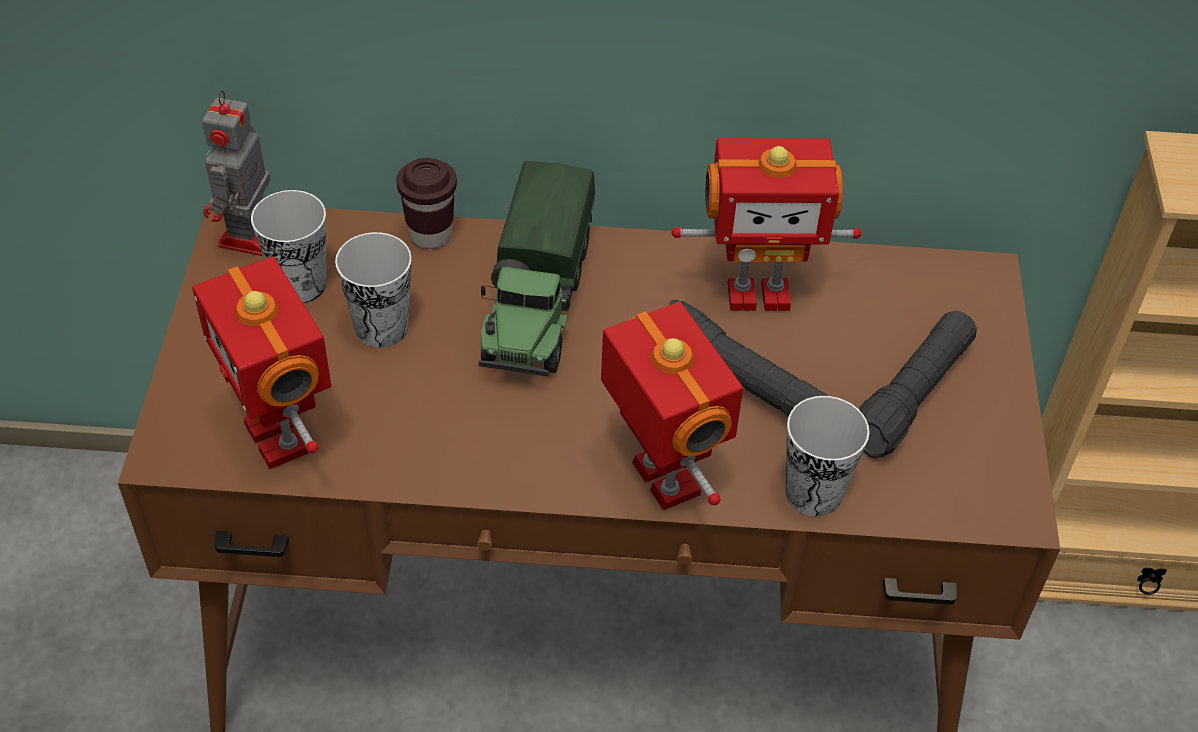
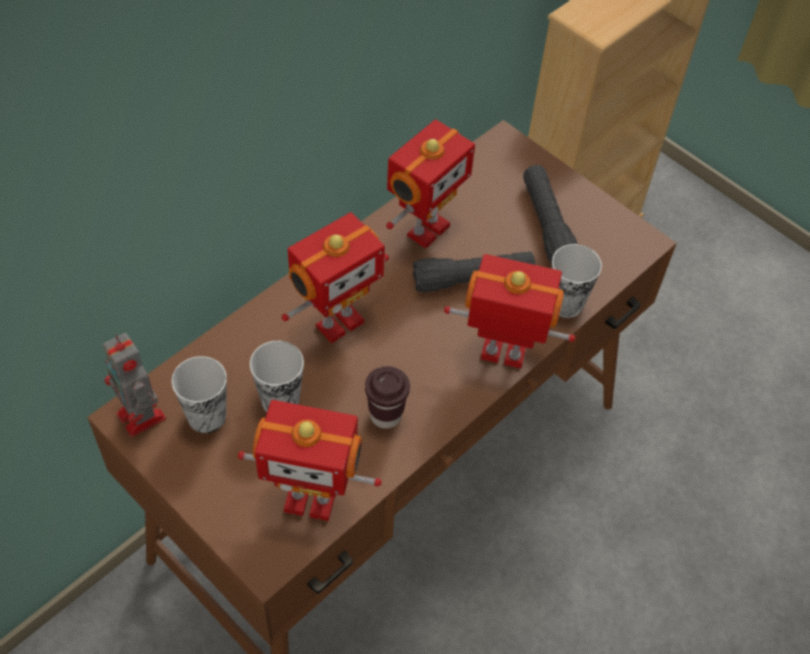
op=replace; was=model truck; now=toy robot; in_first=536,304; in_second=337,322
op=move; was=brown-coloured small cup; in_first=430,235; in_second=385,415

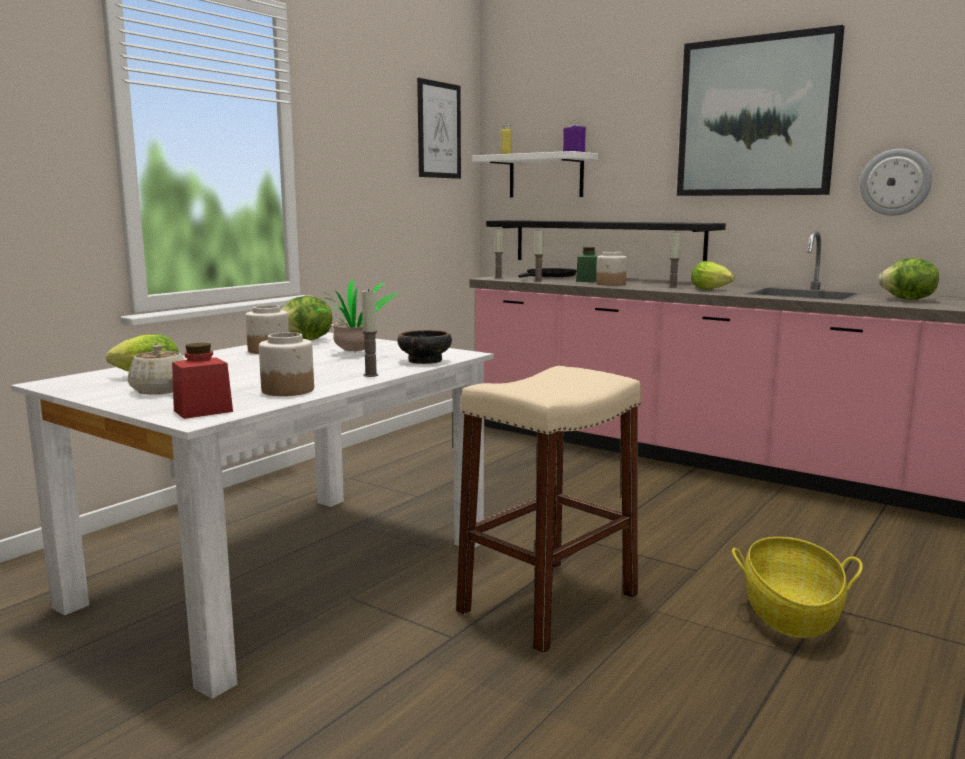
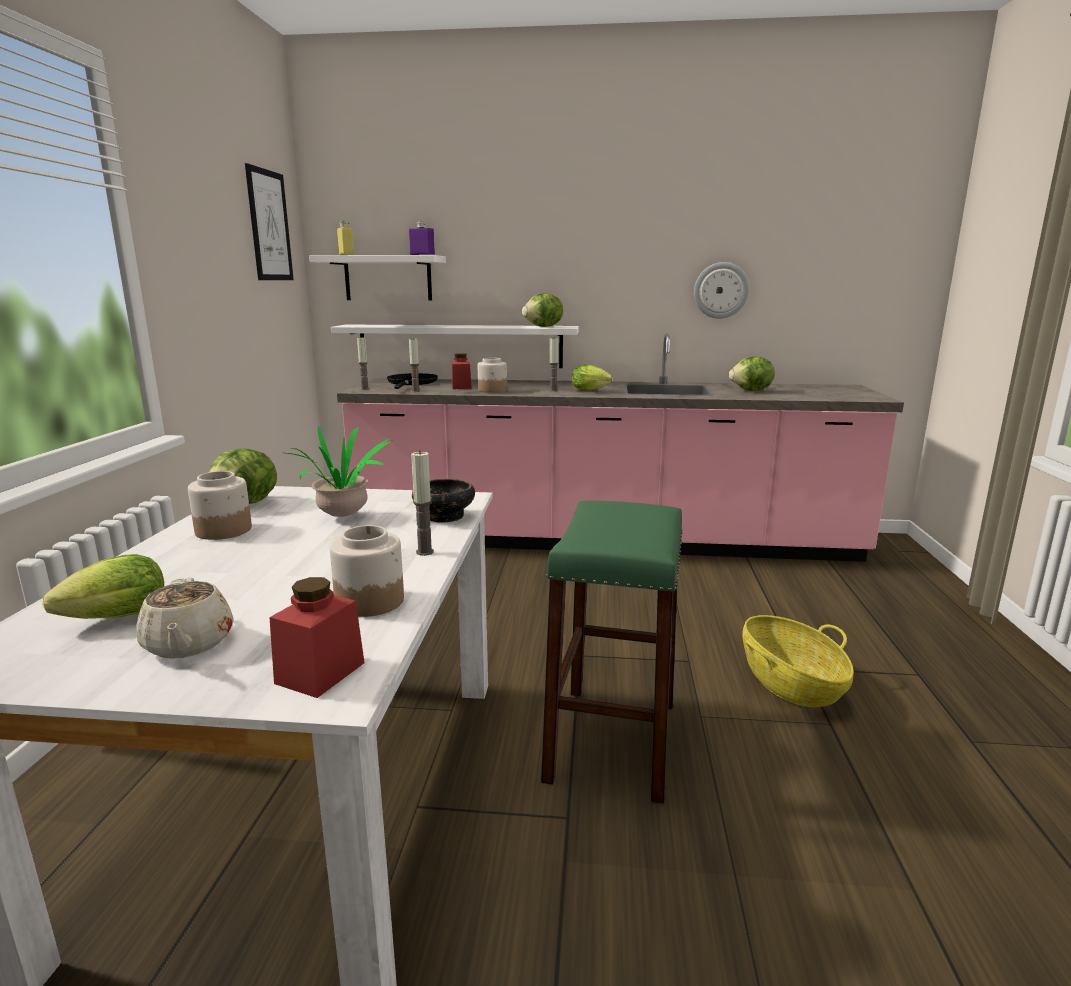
op=rotate; was=beige pot for tea; in_first=161,391; in_second=188,644; clockwise=60
op=recolor; was=black-coloured shelf; now=white-coloured shelf; in_first=606,242; in_second=460,346
op=recolor; was=green-coloured jar; now=red-coloured jar; in_first=588,281; in_second=461,387
op=insert; now=head of lettuce; in_second=544,327
op=recolor; was=beige stool; now=green-coloured stool; in_first=548,603; in_second=612,741
op=delete; was=wall picture; in_first=755,117

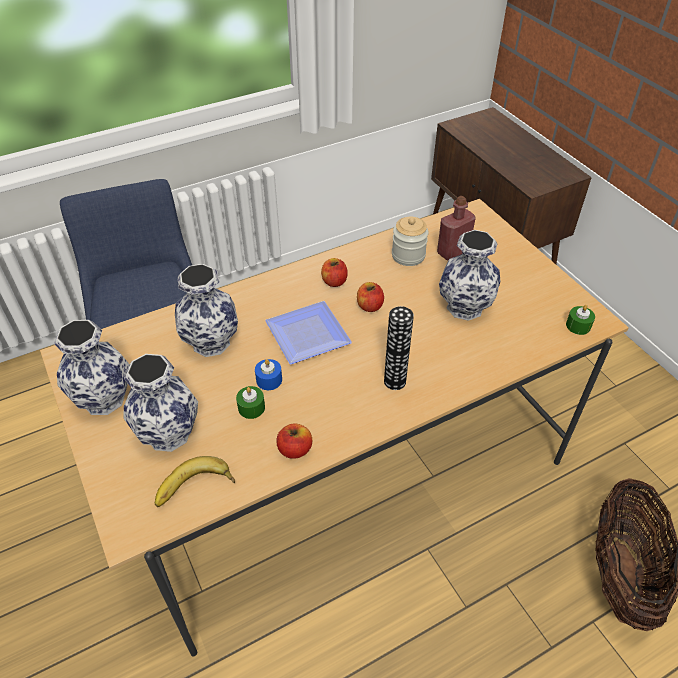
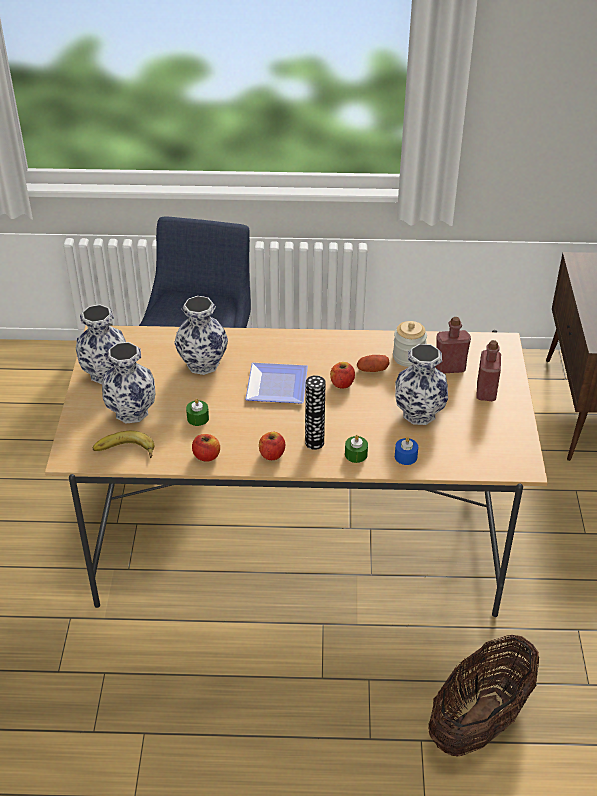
op=move; was=whole apple; in_first=334,281; in_second=272,454
op=move; was=green-coloured candle; in_first=578,326; in_second=356,454
op=insert; now=whole potato; in_second=372,369
op=move; was=bluish candle; in_first=269,380; in_second=405,456
op=insert; now=red-coloured beverage bottle; in_second=486,392

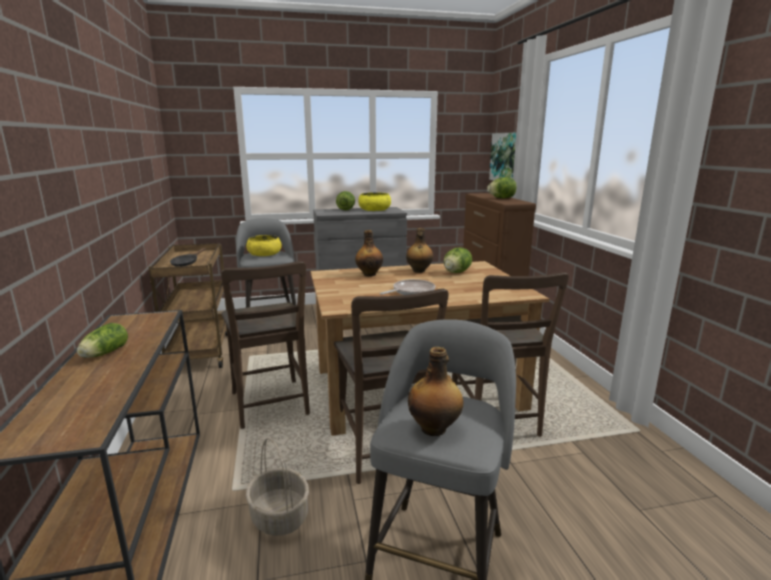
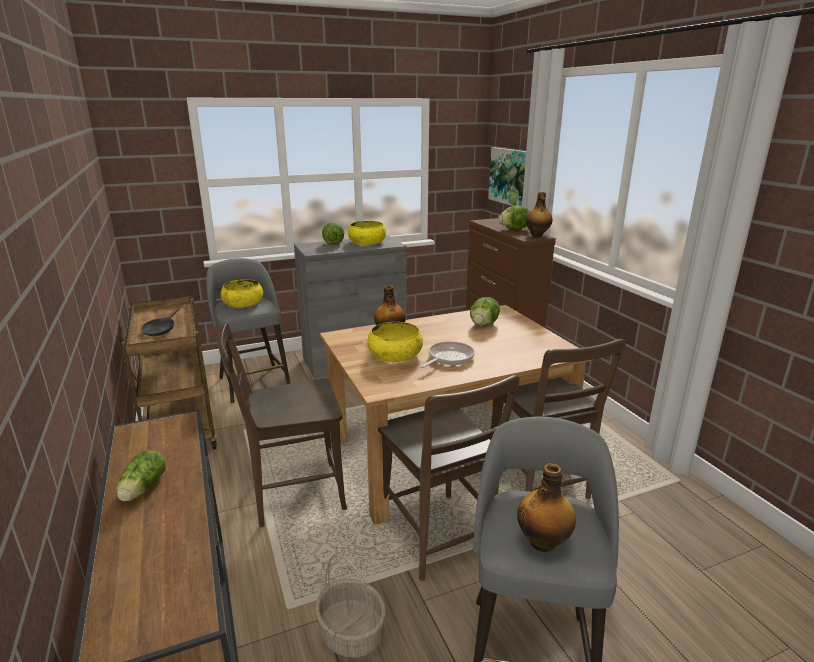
op=rotate; was=brown-coloured plain chair; in_first=270,406; in_second=292,494; clockwise=105
op=insert; now=yellow serving bowl; in_second=395,354
op=move; was=beverage bottle; in_first=419,271; in_second=537,235

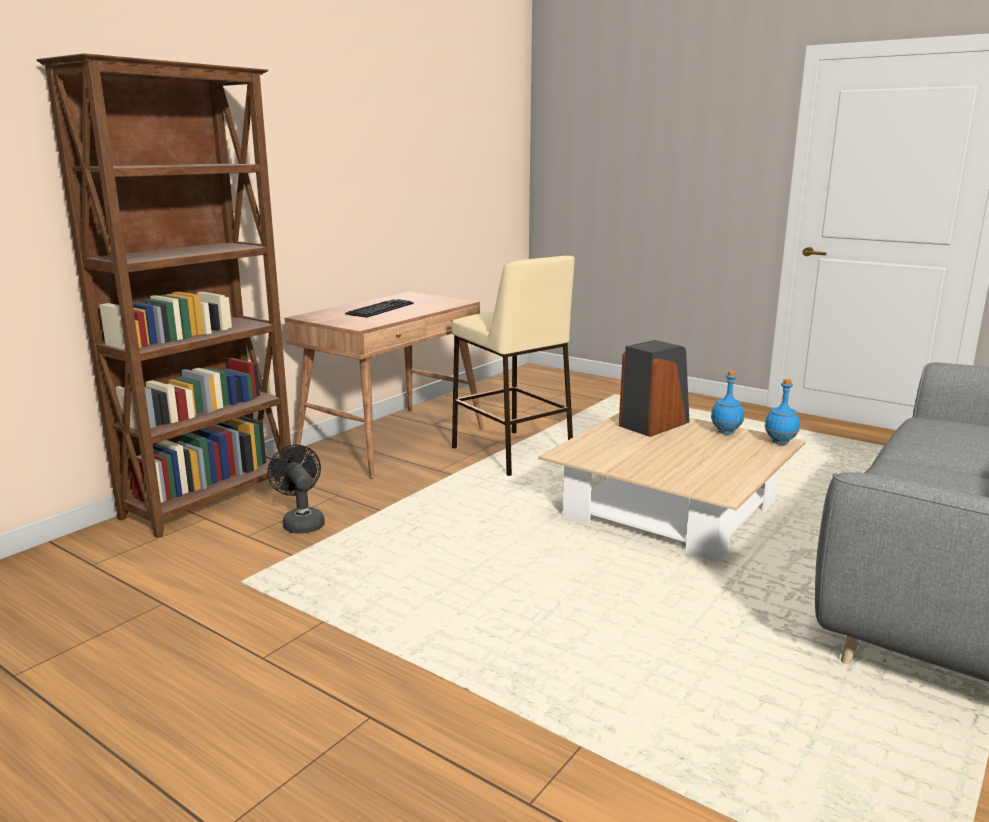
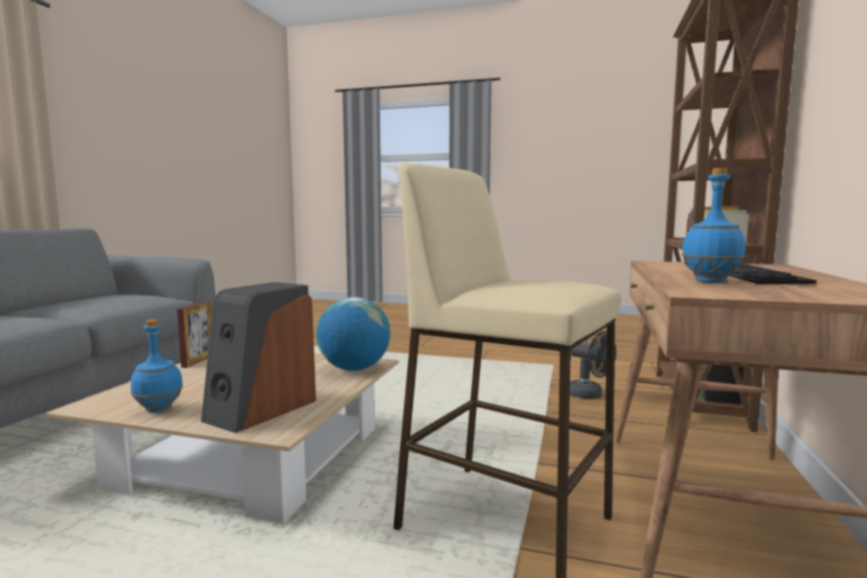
op=insert; now=picture frame; in_second=198,361
op=insert; now=desk globe; in_second=354,368
op=move; was=bluish beverage bottle; in_first=779,442; in_second=711,282

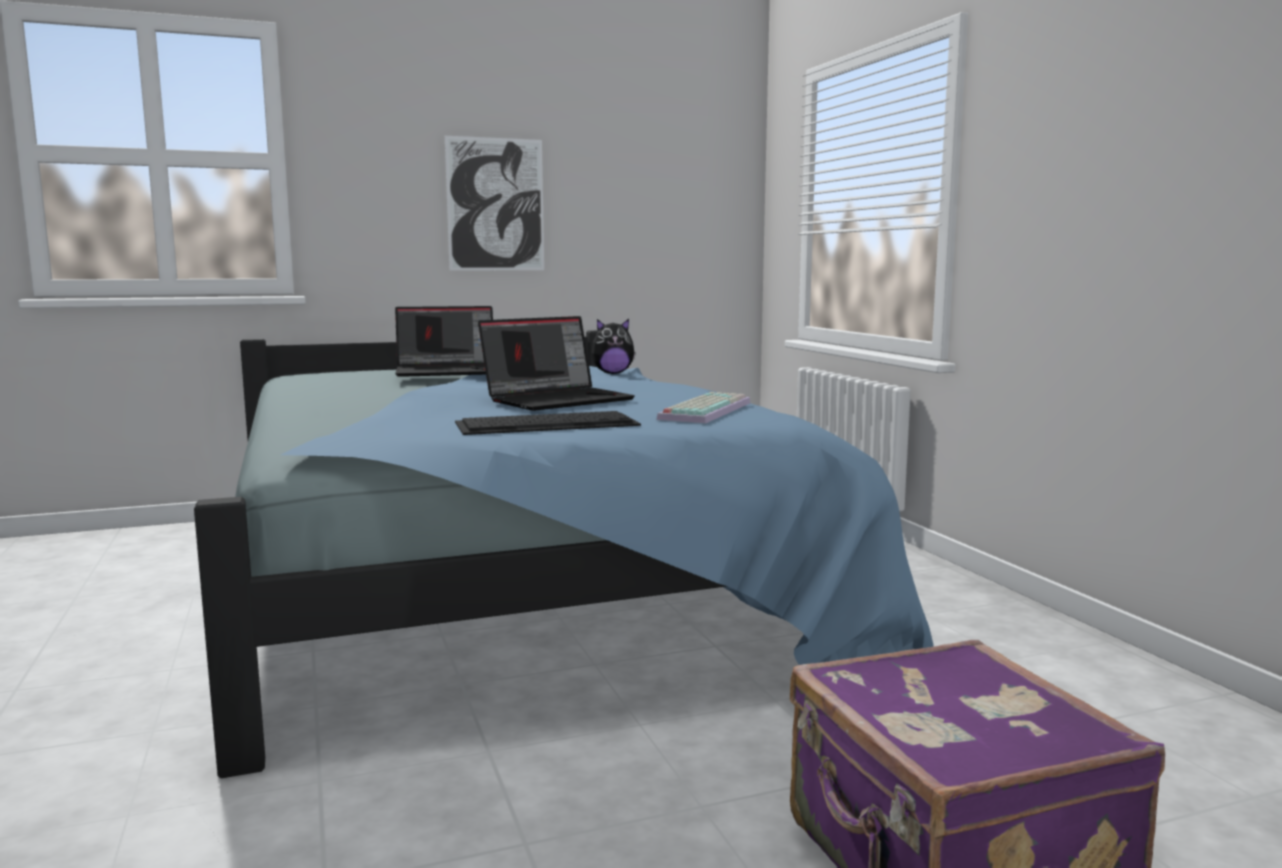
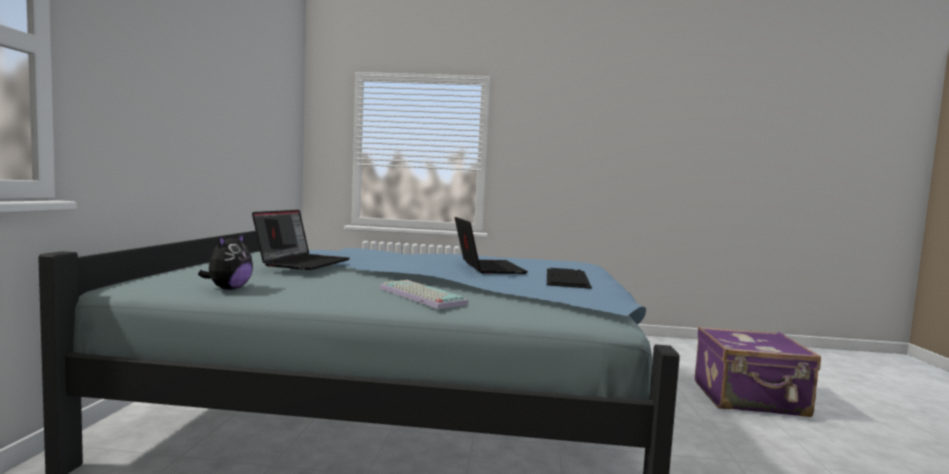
op=move; was=soft toy; in_first=612,373; in_second=228,289
op=move; was=PC keyboard; in_first=704,410; in_second=419,296
op=delete; was=wall picture; in_first=495,204

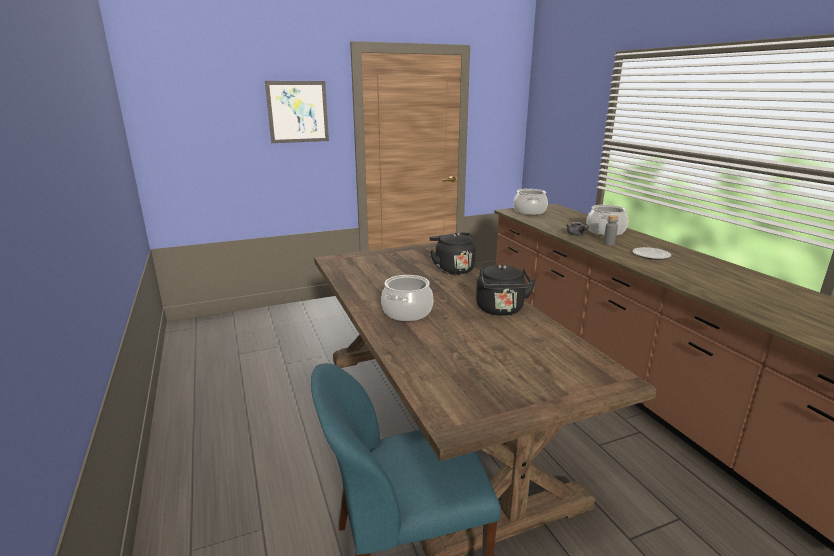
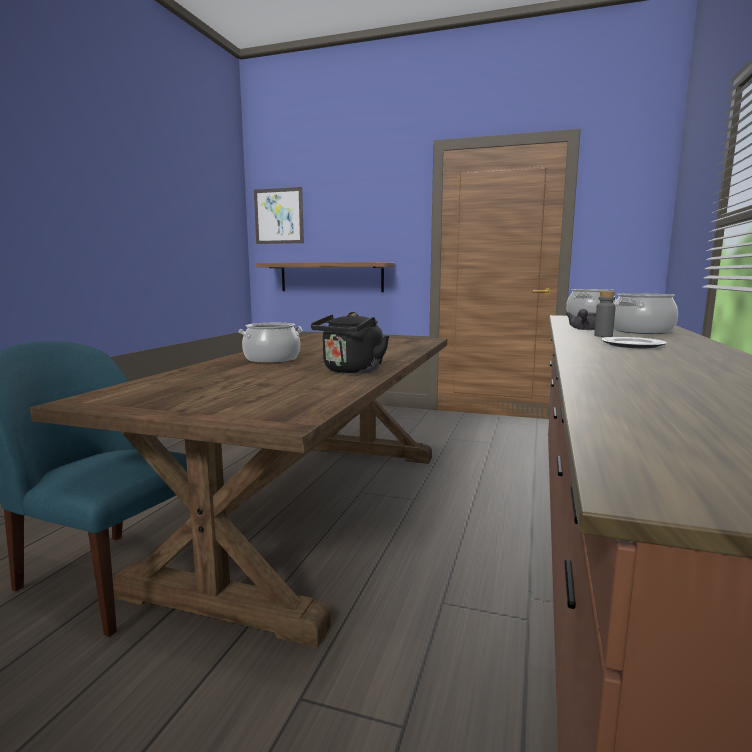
op=move; was=wall picture; in_first=298,112; in_second=279,216
op=insert; now=shelf; in_second=331,277
op=delete; was=black-coloured water kettle; in_first=452,269

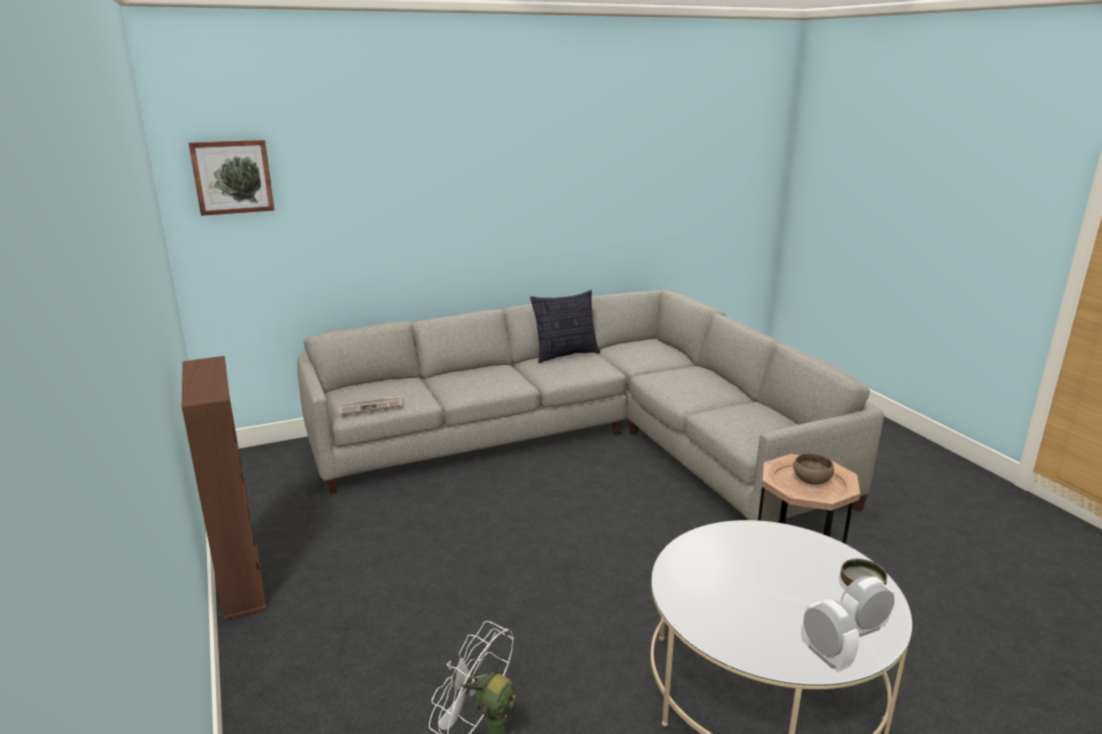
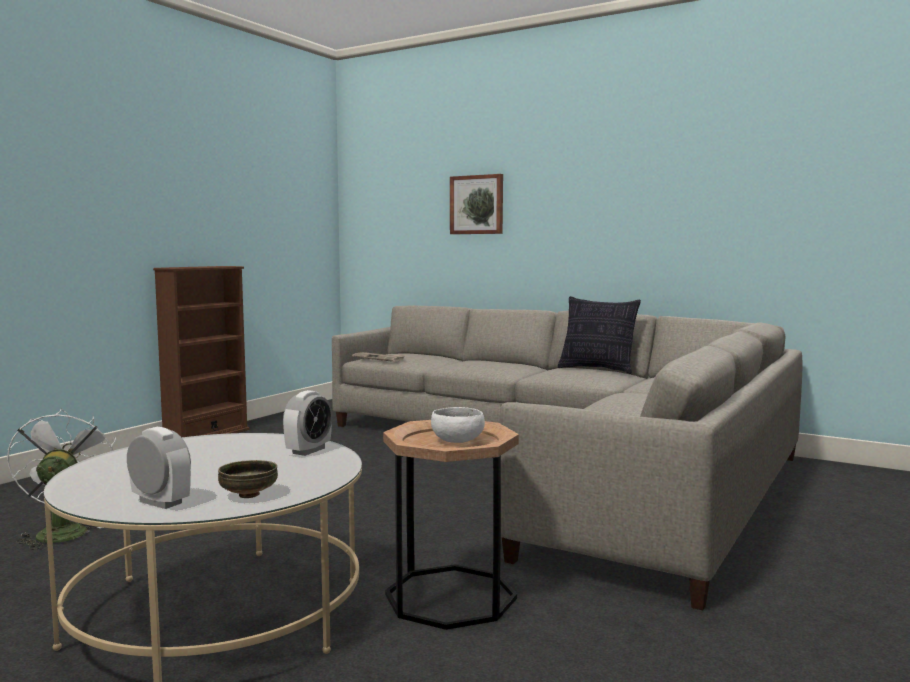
op=move; was=table clock; in_first=826,655; in_second=308,451
op=recolor; was=brown-coloured serving bowl; now=white-coloured serving bowl; in_first=811,480; in_second=458,441
op=move; was=wall picture; in_first=232,177; in_second=477,204

